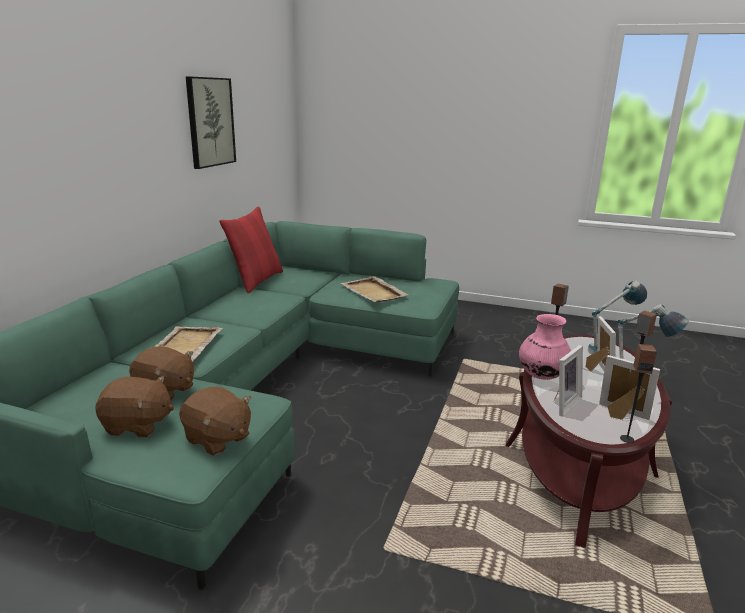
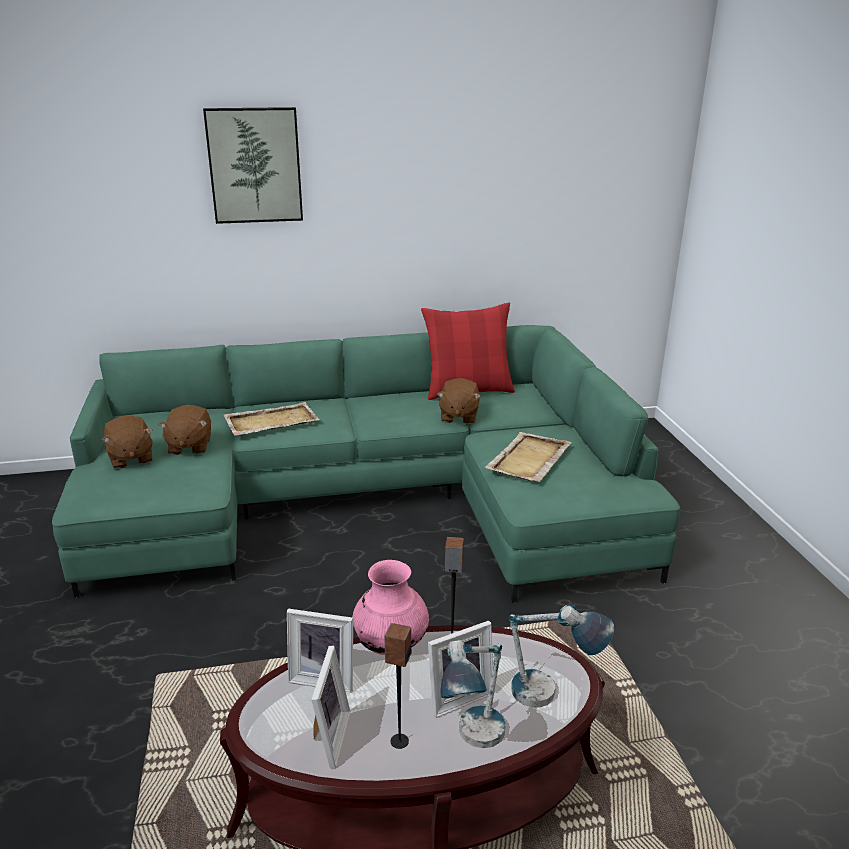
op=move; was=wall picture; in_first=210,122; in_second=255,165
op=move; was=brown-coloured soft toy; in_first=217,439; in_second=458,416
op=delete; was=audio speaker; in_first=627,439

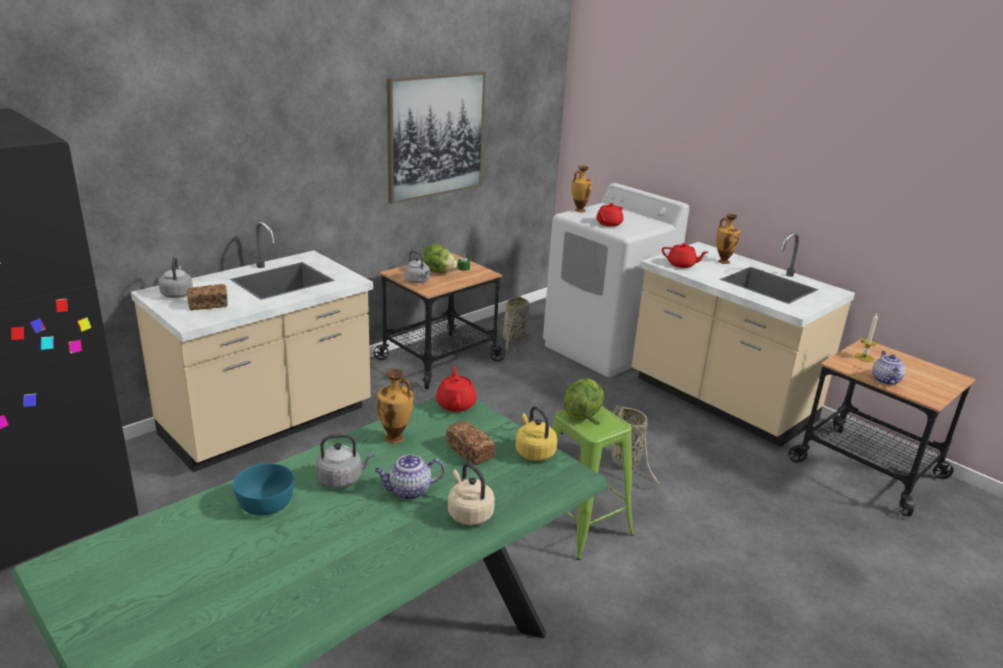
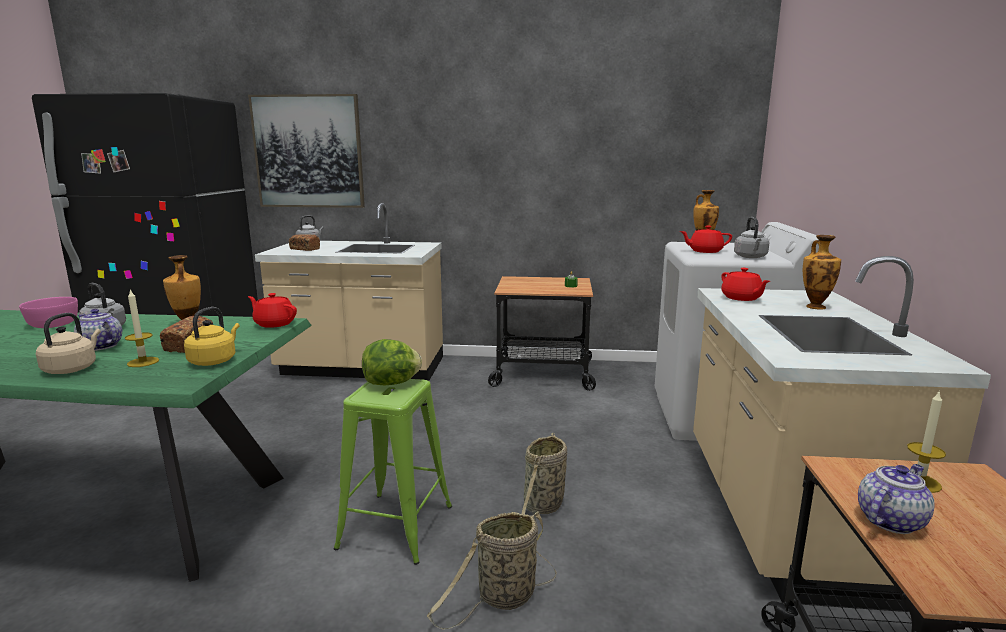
op=recolor; was=turquoise-coloured serving bowl; now=pink-coloured serving bowl; in_first=267,503; in_second=54,324
op=insert; now=candle; in_second=143,362
op=move; was=wall picture; in_first=435,135; in_second=308,152
op=rotate; was=red-coloured pot for tea; in_first=456,404; in_second=274,323; clockwise=-105
op=move; was=storage basket; in_first=513,339; in_second=503,598
op=move; was=grey water kettle; in_first=418,281; in_second=750,257
op=delete; was=head of lettuce; in_first=438,272

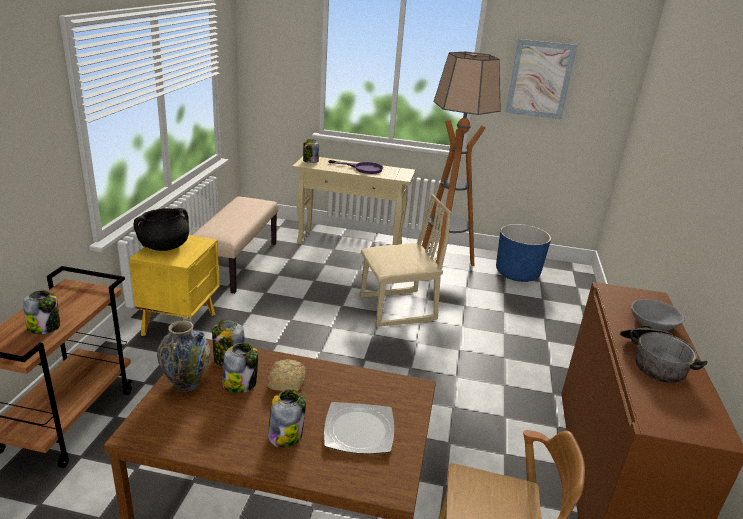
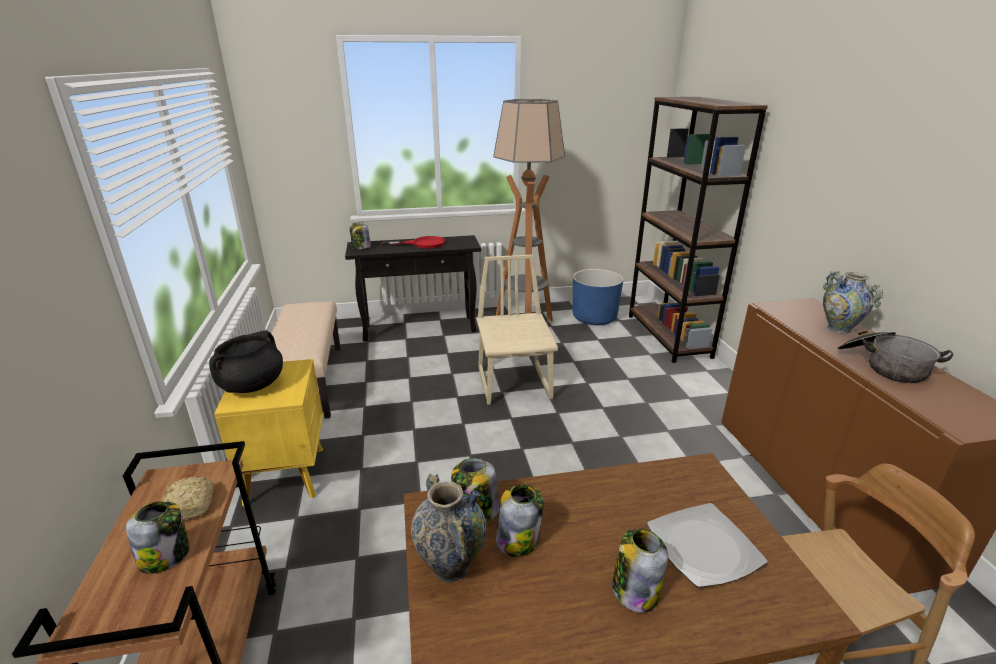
op=move; was=bakery bread; in_first=287,381; in_second=191,505
op=recolor; was=beige console table; now=black-coloured console table; in_first=351,244; in_second=420,328
op=recolor; was=purple skillet; now=red-coloured skillet; in_first=363,168; in_second=422,244
op=rotate; was=beige plain chair; in_first=397,309; in_second=515,383; clockwise=-60
op=insert; now=brown-coloured bookshelf; in_second=668,336
op=replace; was=grey serving bowl; now=vase; in_first=653,324; in_second=839,329
op=delete; was=wall picture; in_first=540,79

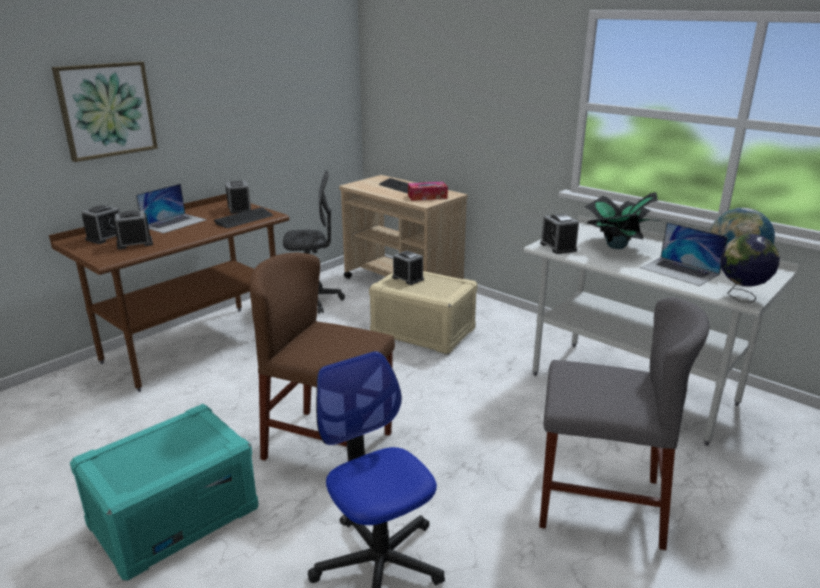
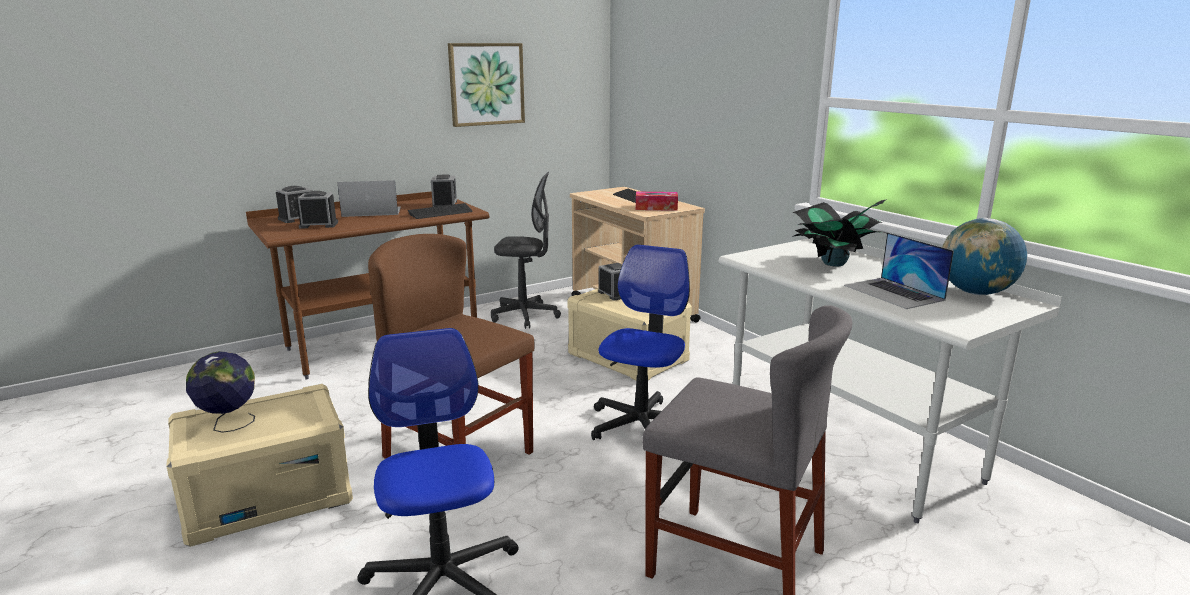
op=recolor; was=turquoise-coloured storage box; now=beige storage box; in_first=174,516; in_second=268,496
op=move; was=desk globe; in_first=740,297; in_second=228,425
op=rotate; was=portable computer; in_first=174,223; in_second=371,211; clockwise=-150
op=move; was=wall picture; in_first=106,110; in_second=486,84
op=insert; now=computer chair; in_second=641,425
op=delete; was=table clock; in_first=558,247

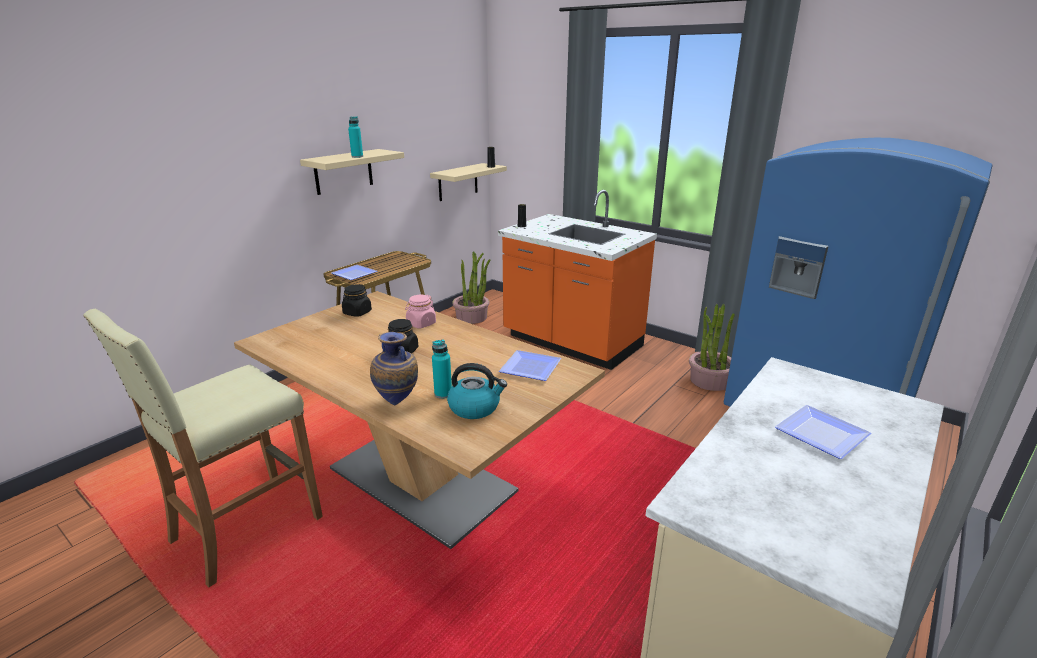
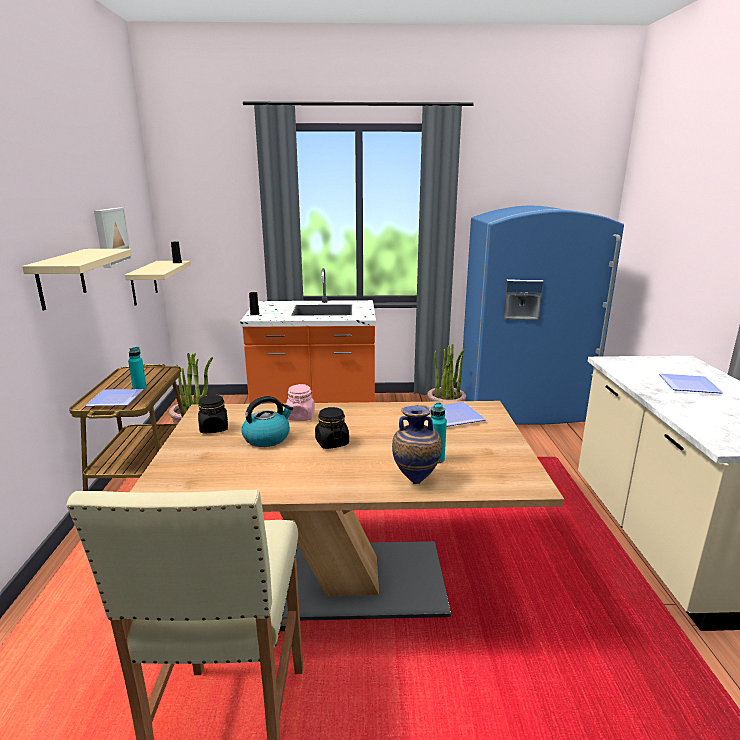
op=insert; now=wall picture; in_second=110,236
op=move; was=turquoise-coloured beverage bottle; in_first=357,156; in_second=139,388
op=move; was=water kettle; in_first=475,407; in_second=267,438

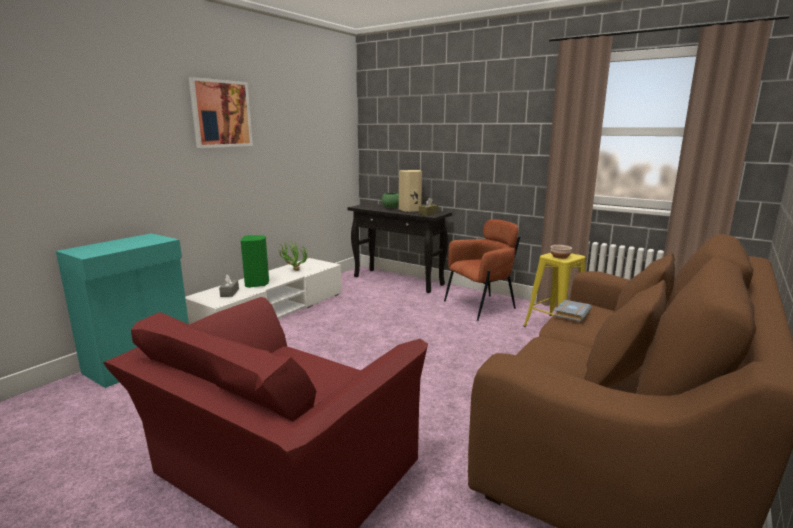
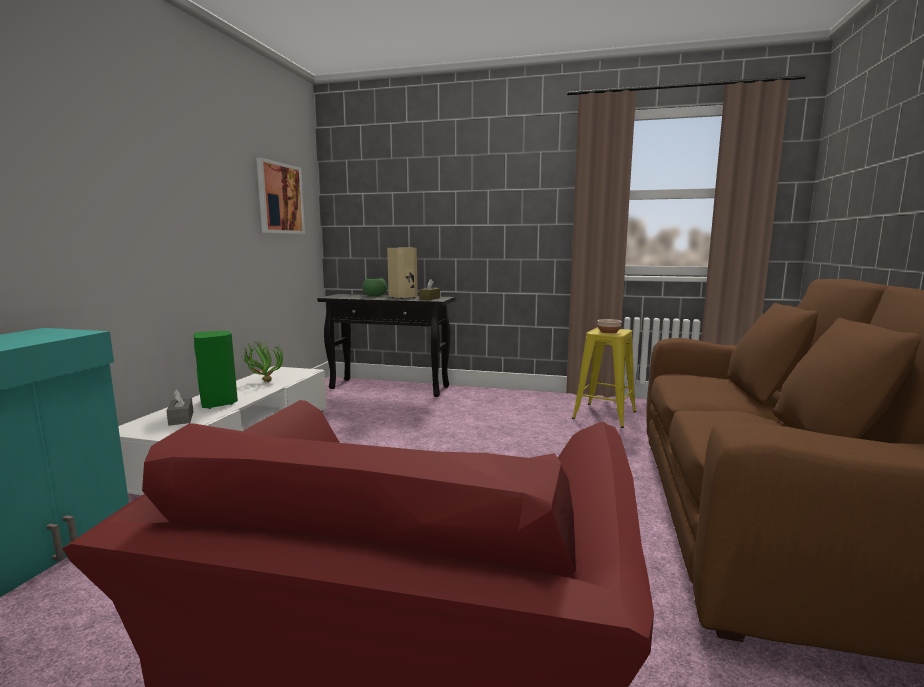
op=move; was=wall picture; in_first=221,114; in_second=280,198
op=delete; was=brown-coloured easy chair; in_first=481,306
op=delete; was=grey volume; in_first=571,313

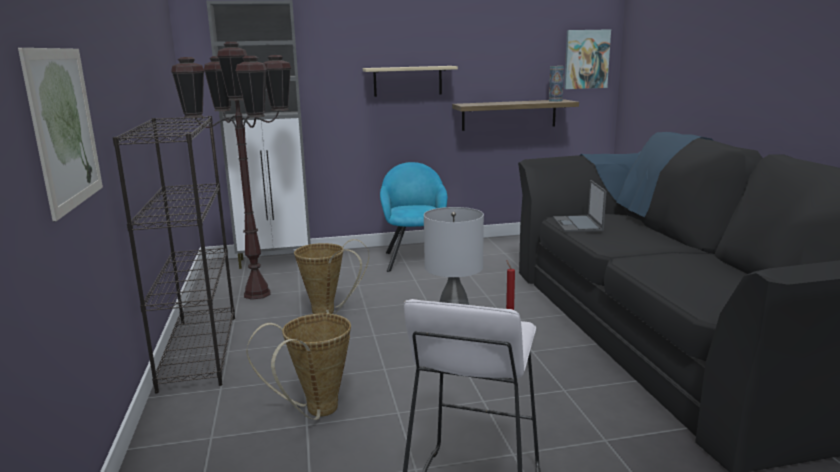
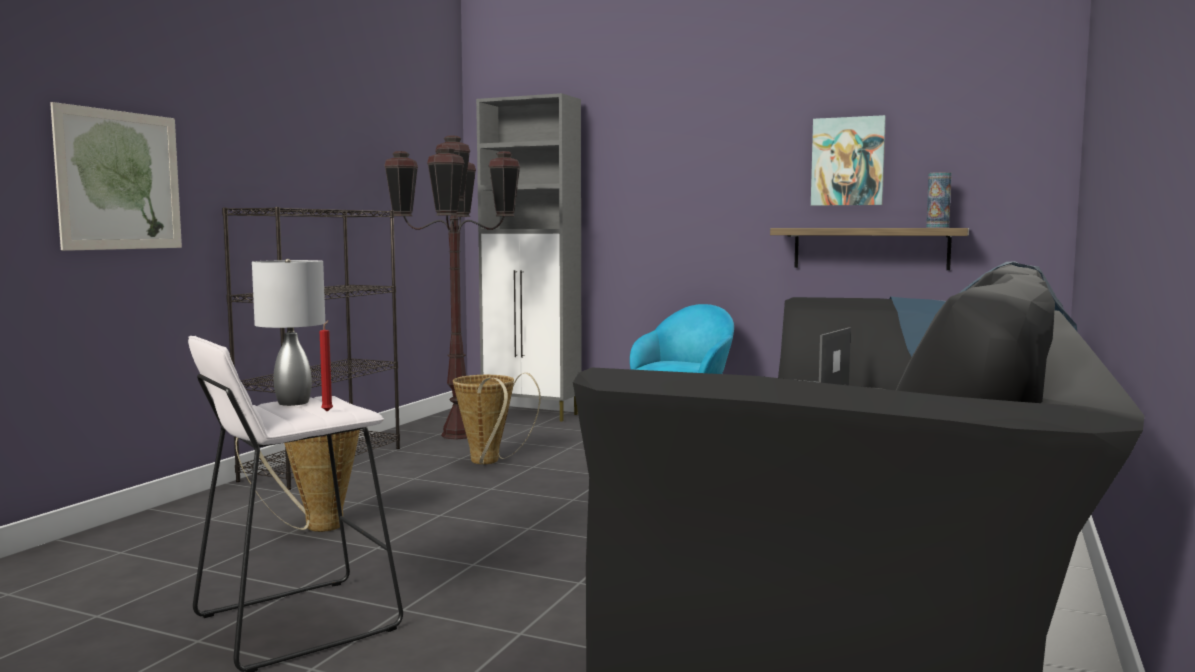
op=move; was=wall picture; in_first=586,59; in_second=847,161
op=delete; was=beige shelf; in_first=407,81

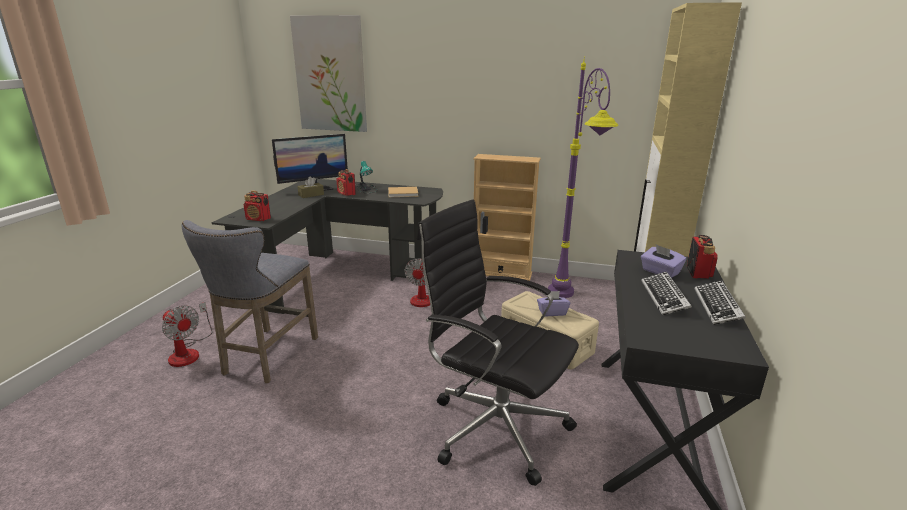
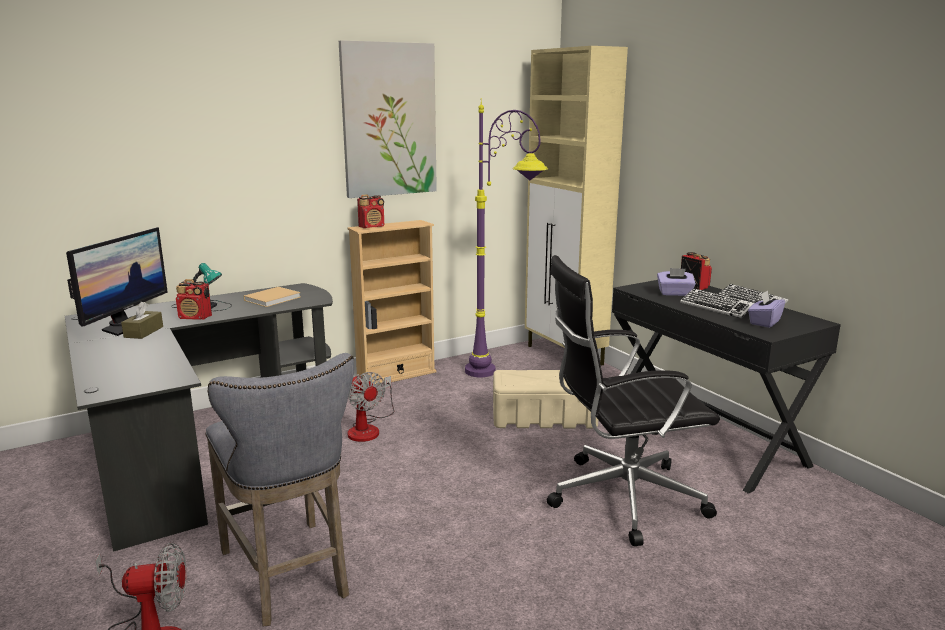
op=move; was=wall picture; in_first=330,75; in_second=389,120
op=move; was=radio set; in_first=258,219; in_second=372,227
op=move; was=purple tissue box; in_first=552,312; in_second=764,322

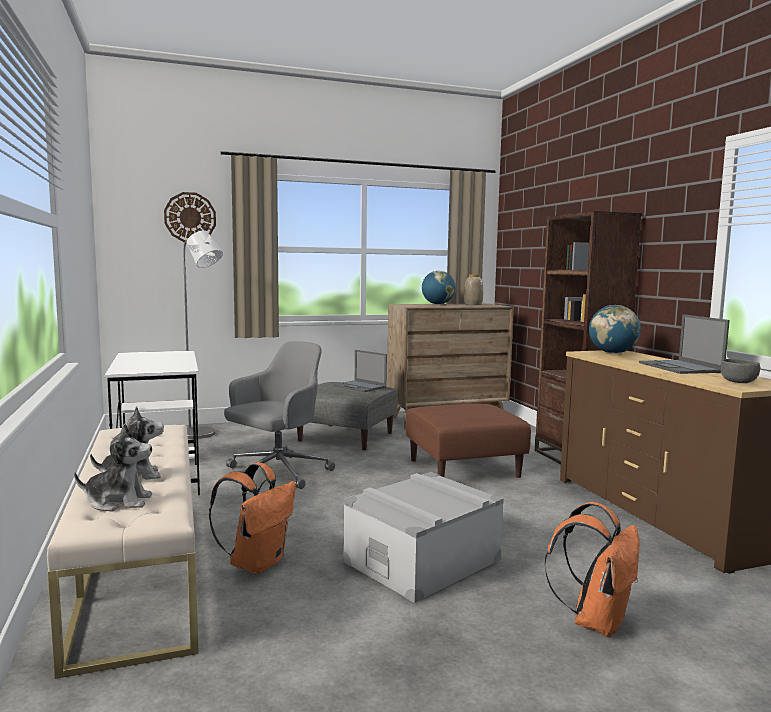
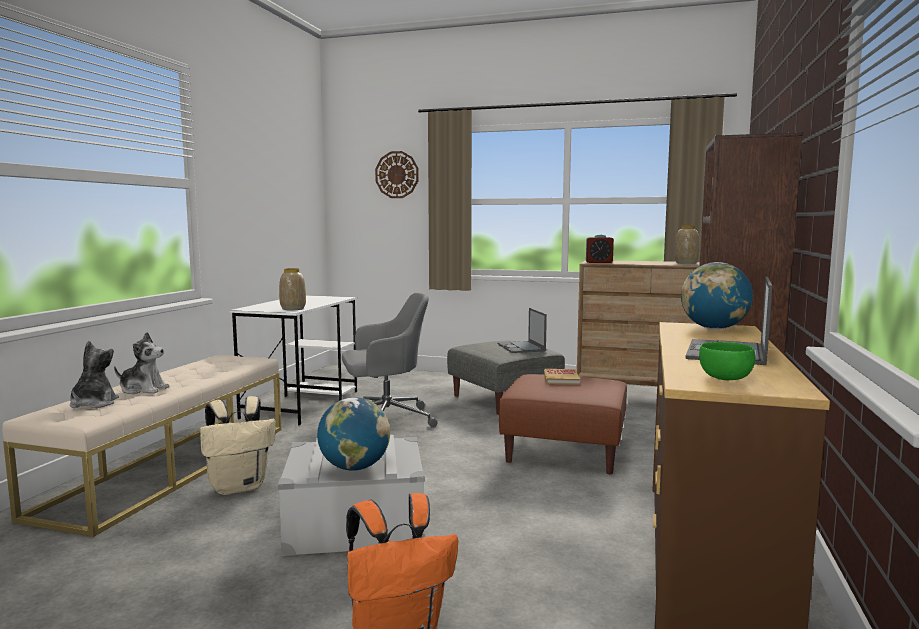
op=rotate; was=soft toy; in_first=119,502; in_second=93,404; clockwise=-120
op=recolor; was=orange-coloured rucksack; now=beige rucksack; in_first=257,563; in_second=239,487
op=insert; now=vase; in_second=293,309
op=move; was=desk globe; in_first=437,304; in_second=354,468
op=insert; now=volume; in_second=561,379
op=insert; now=table clock; in_second=599,262
op=recolor; was=grey serving bowl; now=green-coloured serving bowl; in_first=739,382; in_second=725,378
op=delete; was=grey standing lamp; in_first=202,435

